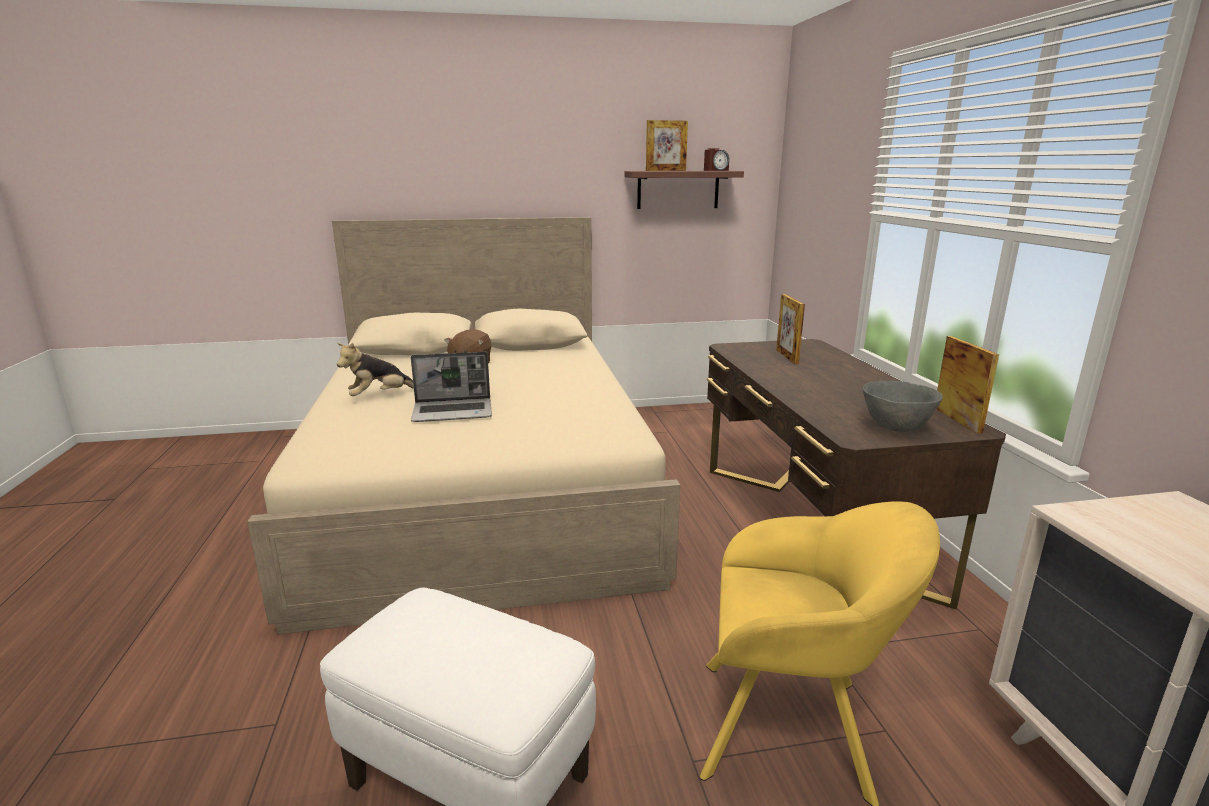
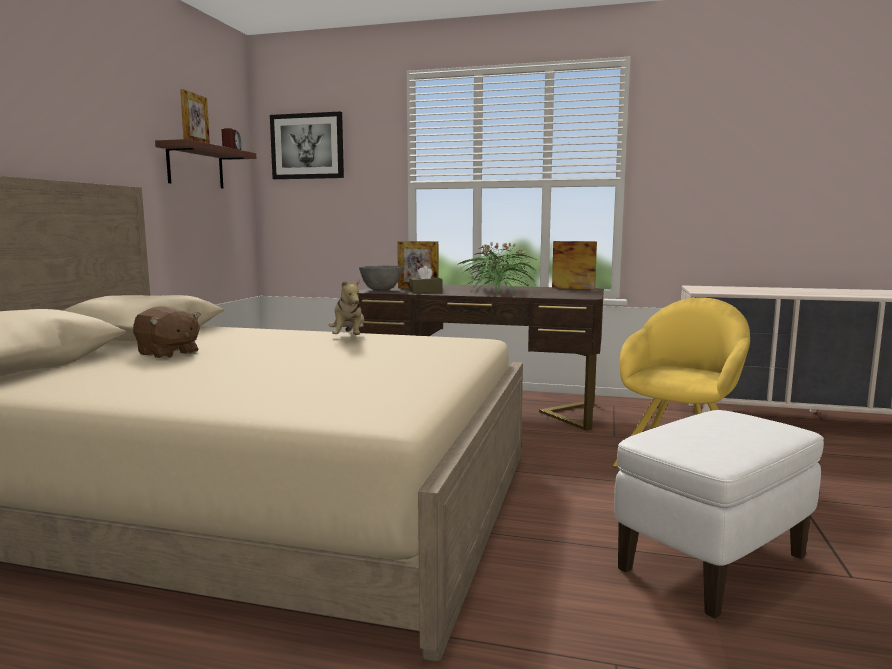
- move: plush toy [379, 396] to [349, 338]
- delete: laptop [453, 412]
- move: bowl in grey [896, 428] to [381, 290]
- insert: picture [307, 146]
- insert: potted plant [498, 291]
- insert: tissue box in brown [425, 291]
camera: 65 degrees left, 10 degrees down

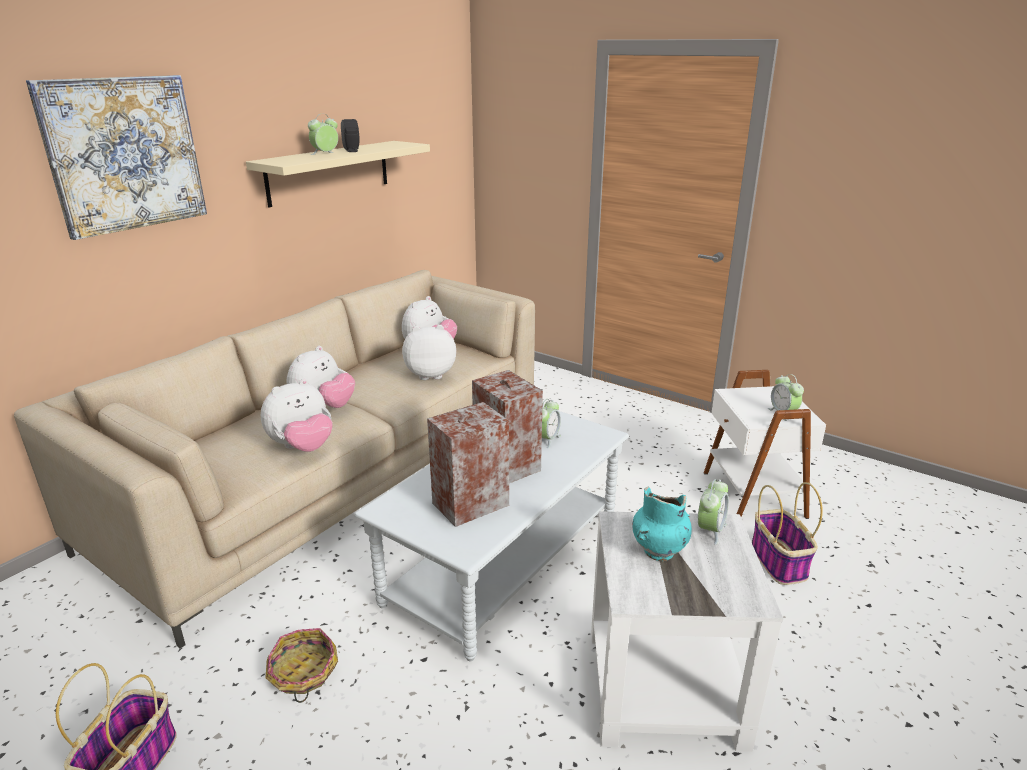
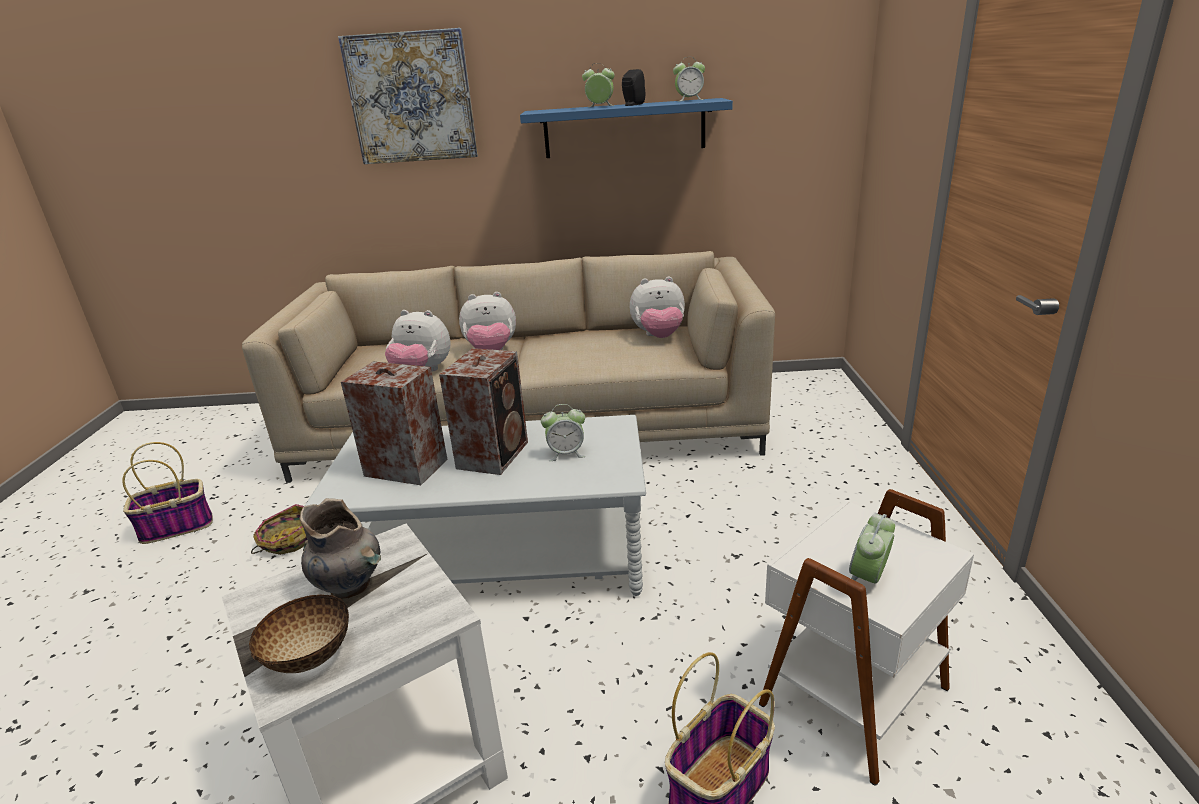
- recolor: shelf in beige [329, 172] to shelf in blue [624, 129]
- delete: plush toy [430, 374]
- move: alarm clock [710, 530] to [689, 100]
- recolor: vase in turquoise [659, 551] to vase in grey [351, 586]
- insert: bowl [310, 656]
camera: 55 degrees right, 0 degrees up

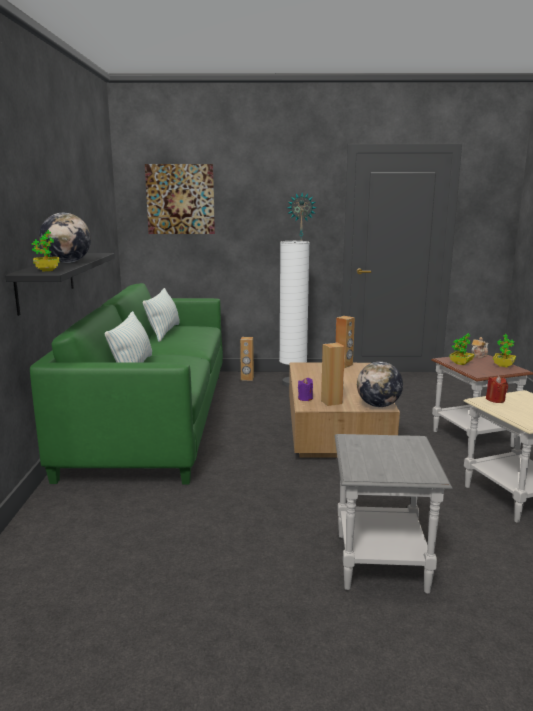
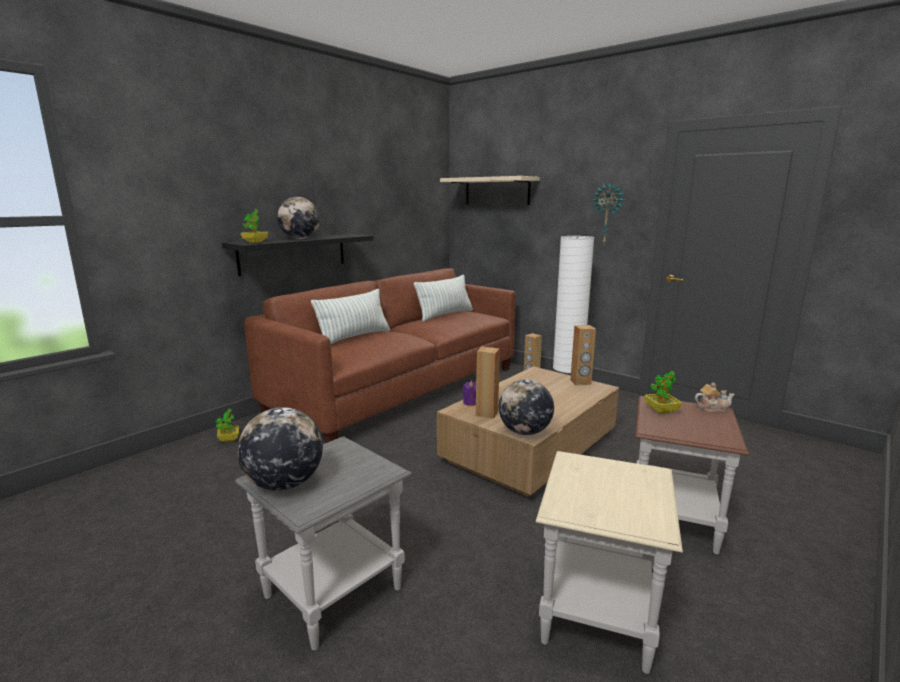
- replace: picture [180, 199] to shelf in beige [497, 191]
- recolor: sofa in green [153, 418] to sofa in brown [399, 389]
- move: potted plant [503, 365] to [229, 439]
- delete: candle in red [495, 400]
- insert: globe [284, 484]
camera: 40 degrees right, 0 degrees up

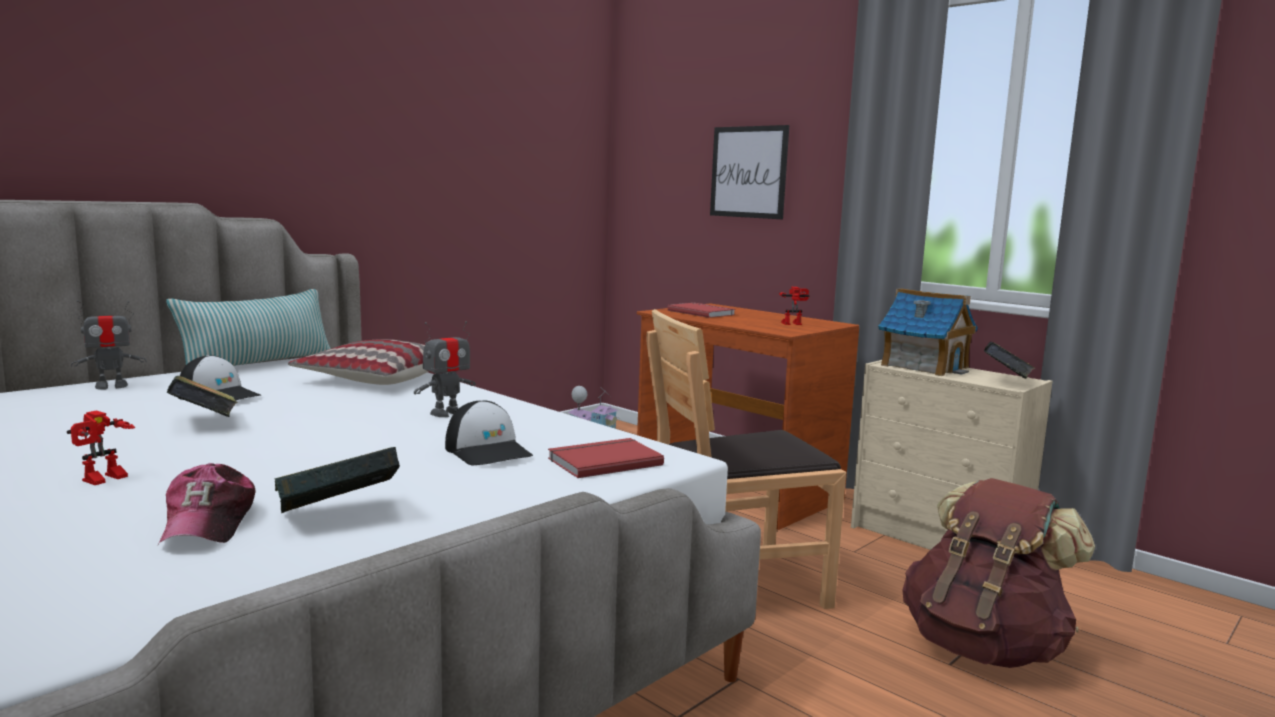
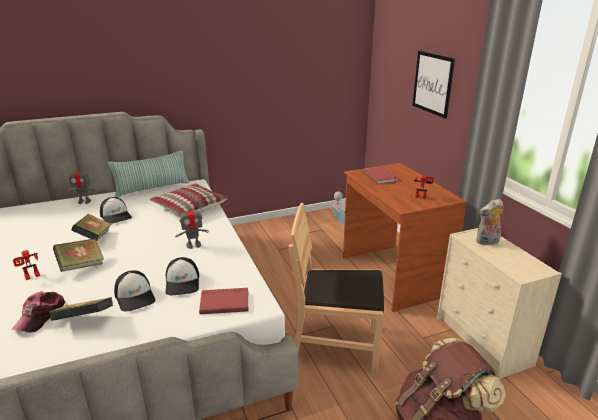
- replace: toy house [924, 366] to plush toy [487, 242]
- move: book [1007, 382] to [81, 266]
- insert: cap [135, 296]
camera: 25 degrees right, 15 degrees up

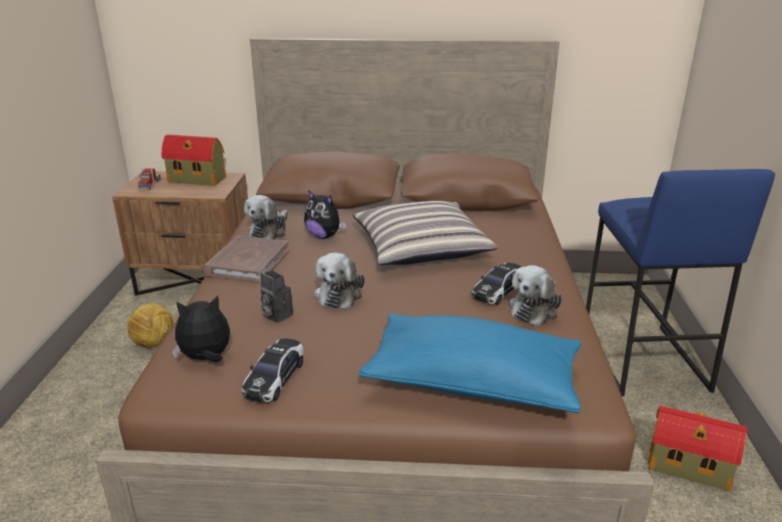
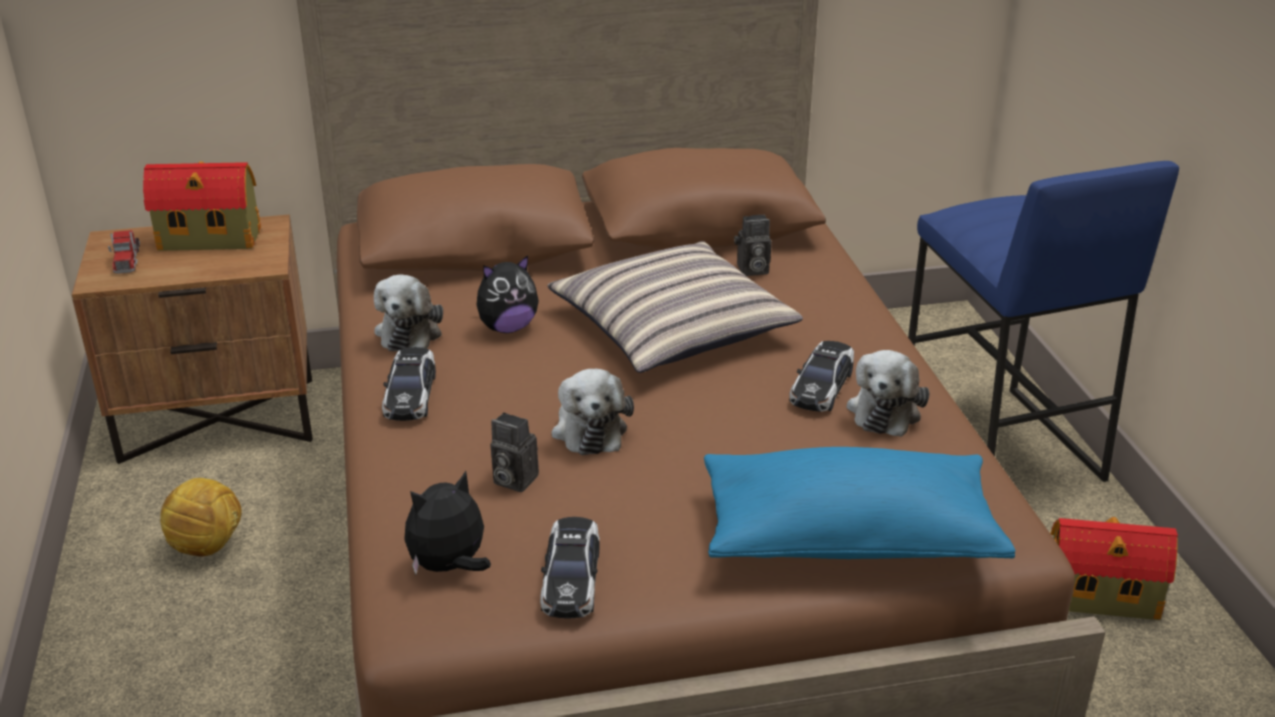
- rotate: plush toy [324, 236] = [507, 327] 45 degrees counterclockwise
- replace: book in brown [247, 263] to toy car [410, 395]
- insert: photo camera [751, 270]
camera: 15 degrees left, 5 degrees up

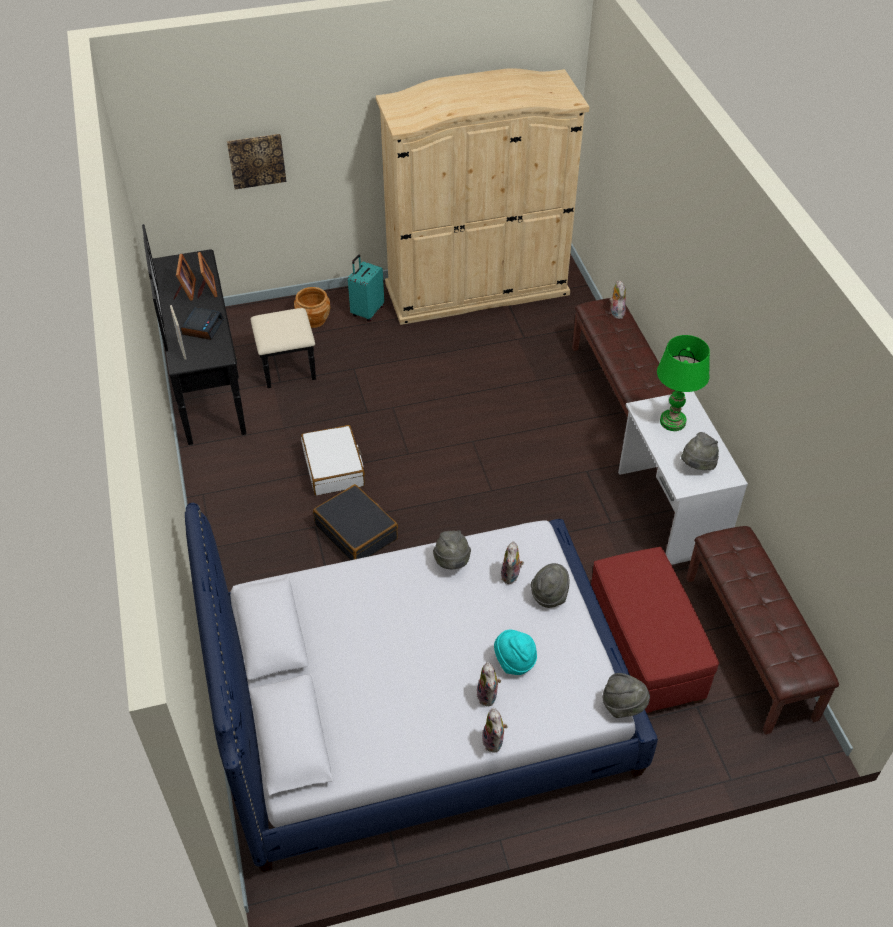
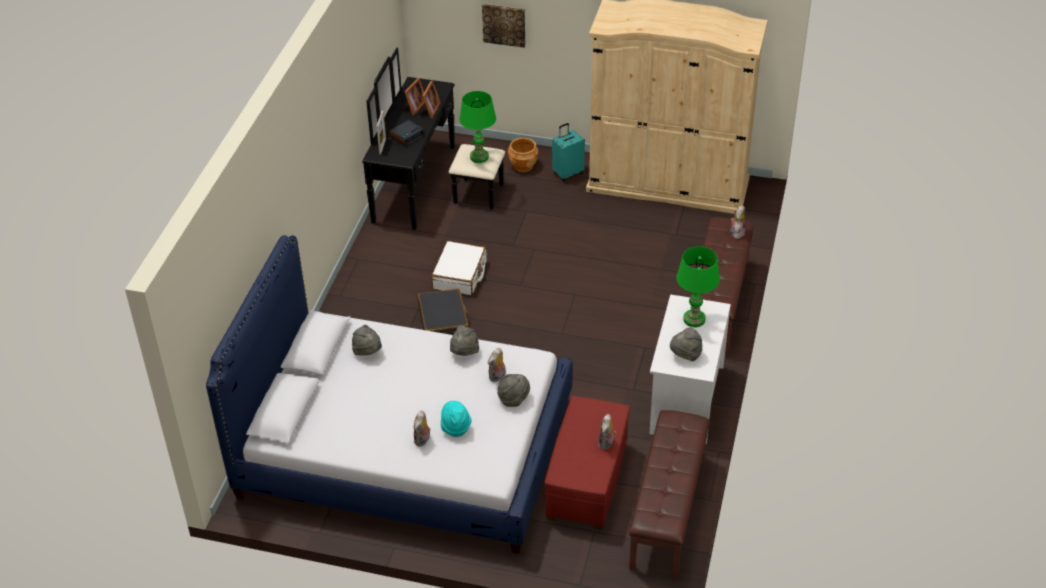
- move: hat in grey [623, 705] to [368, 352]
- move: plush toy [494, 741] to [606, 443]
- insert: table lamp in green [479, 157]
camera: 30 degrees right, 5 degrees down

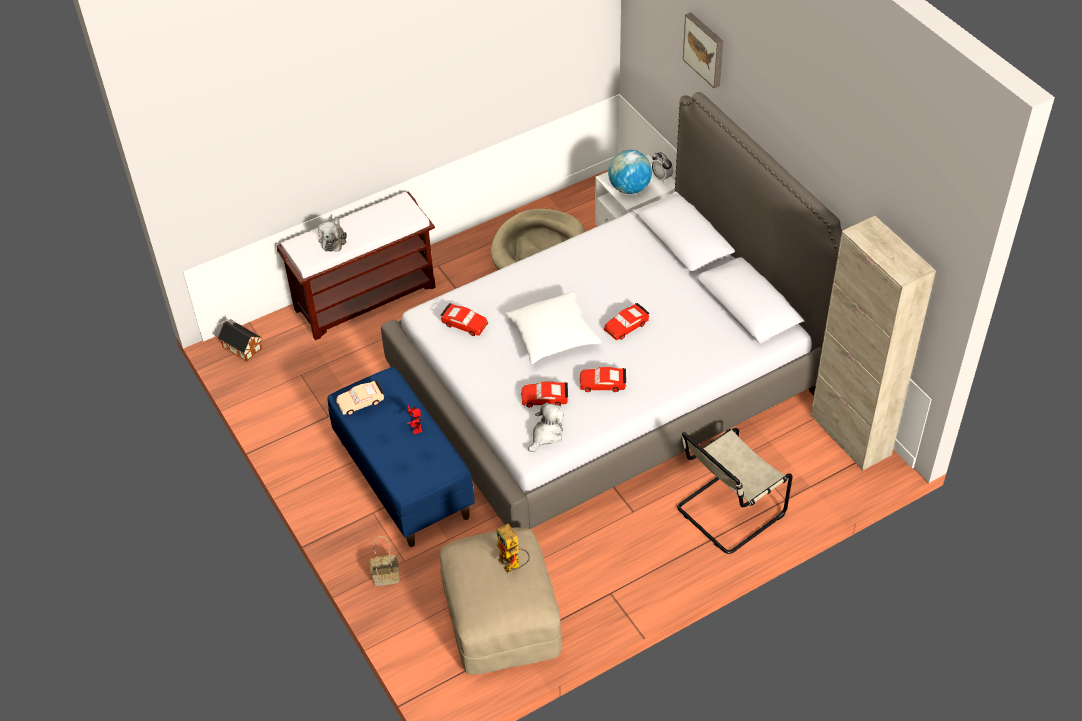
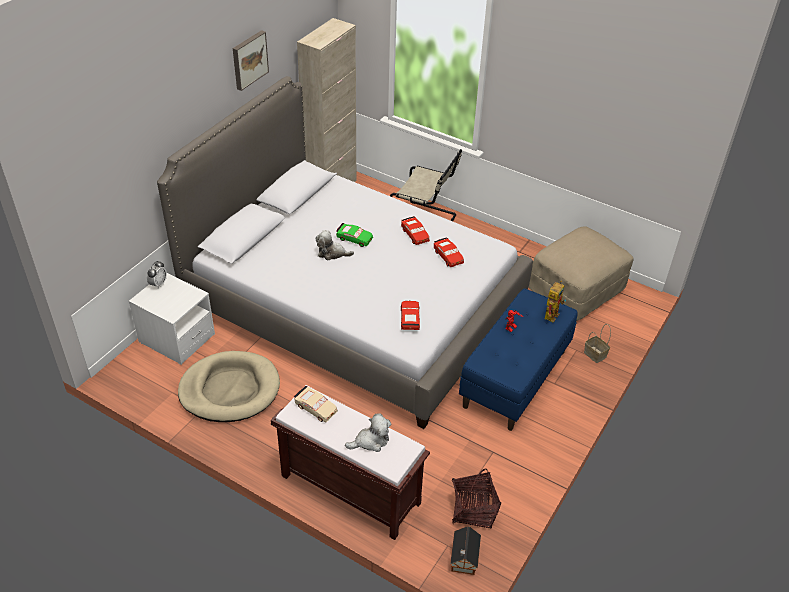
- move: picture [705, 49] to [249, 59]
- delete: globe [629, 188]
- delete: pillow in white [553, 336]
- recolor: toy car in red [626, 326] to toy car in green [354, 238]
- move: toy car in beige [360, 401] to [316, 408]
- move: plush toy [546, 435] to [332, 253]
- move: toy robot [513, 566] to [551, 313]
- insert: basket [473, 510]
camera: 120 degrees left, 5 degrees down

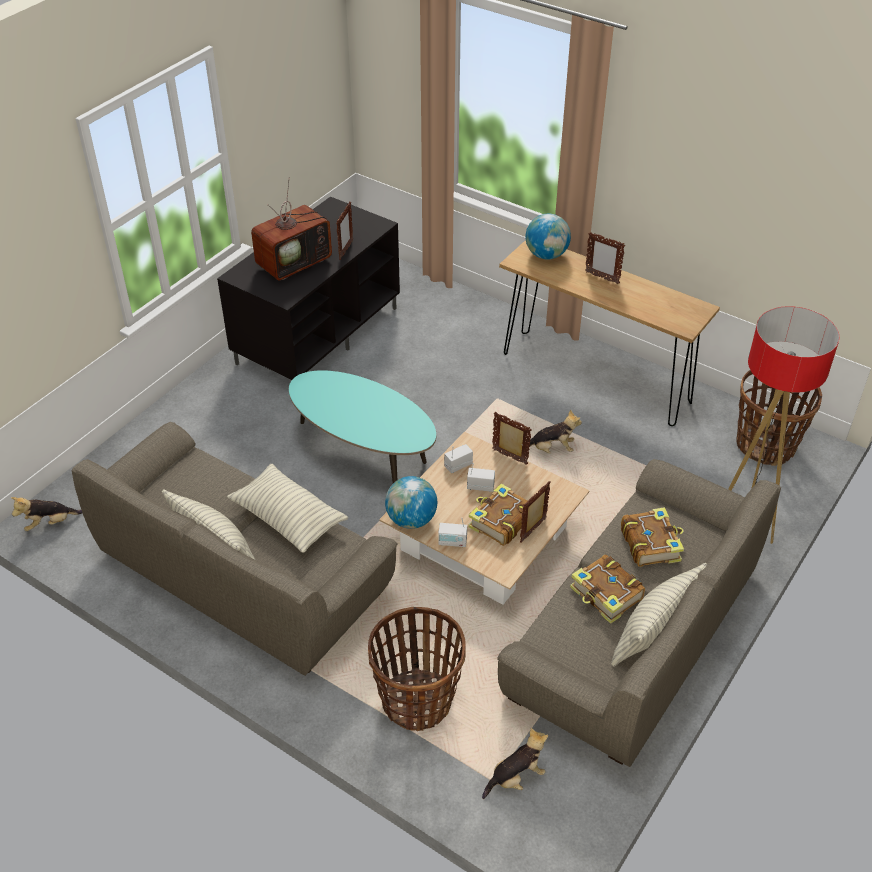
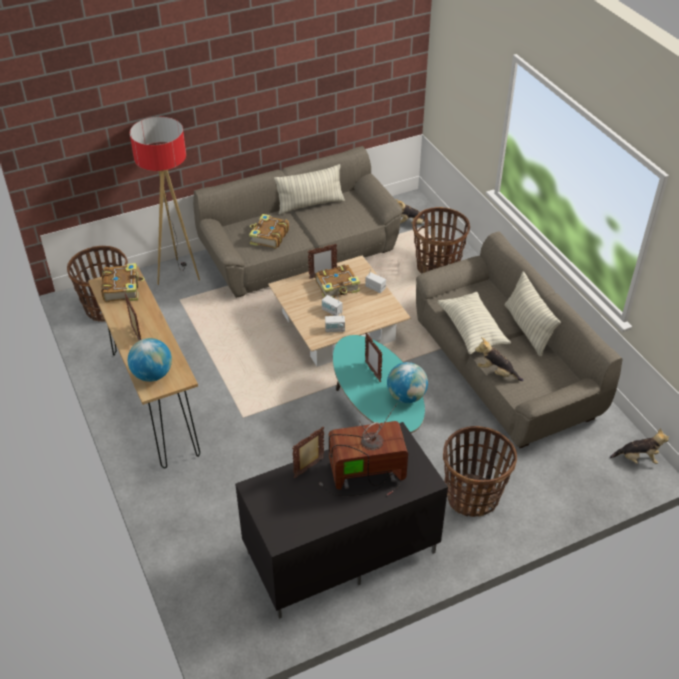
- move: plush toy [551, 449] to [496, 372]
- move: picture frame [510, 457] to [373, 372]
- move: globe [411, 520] to [406, 396]
- move: book [606, 595] to [122, 288]
- insert: basket [472, 496]
camera: 150 degrees left, 0 degrees up

